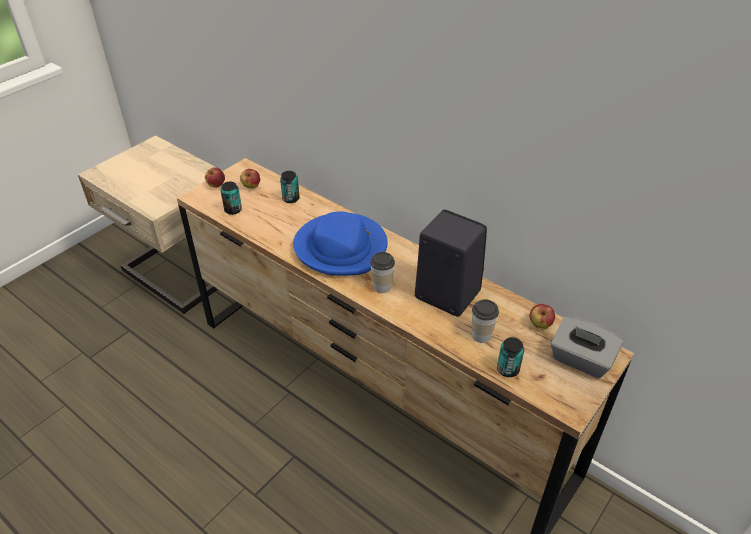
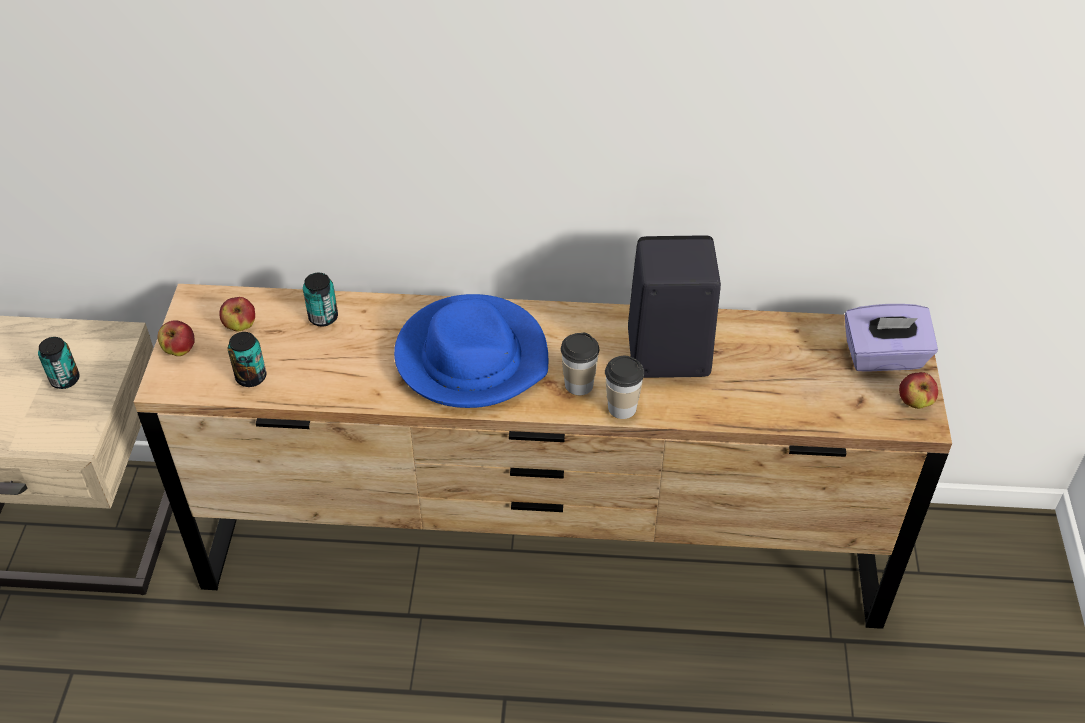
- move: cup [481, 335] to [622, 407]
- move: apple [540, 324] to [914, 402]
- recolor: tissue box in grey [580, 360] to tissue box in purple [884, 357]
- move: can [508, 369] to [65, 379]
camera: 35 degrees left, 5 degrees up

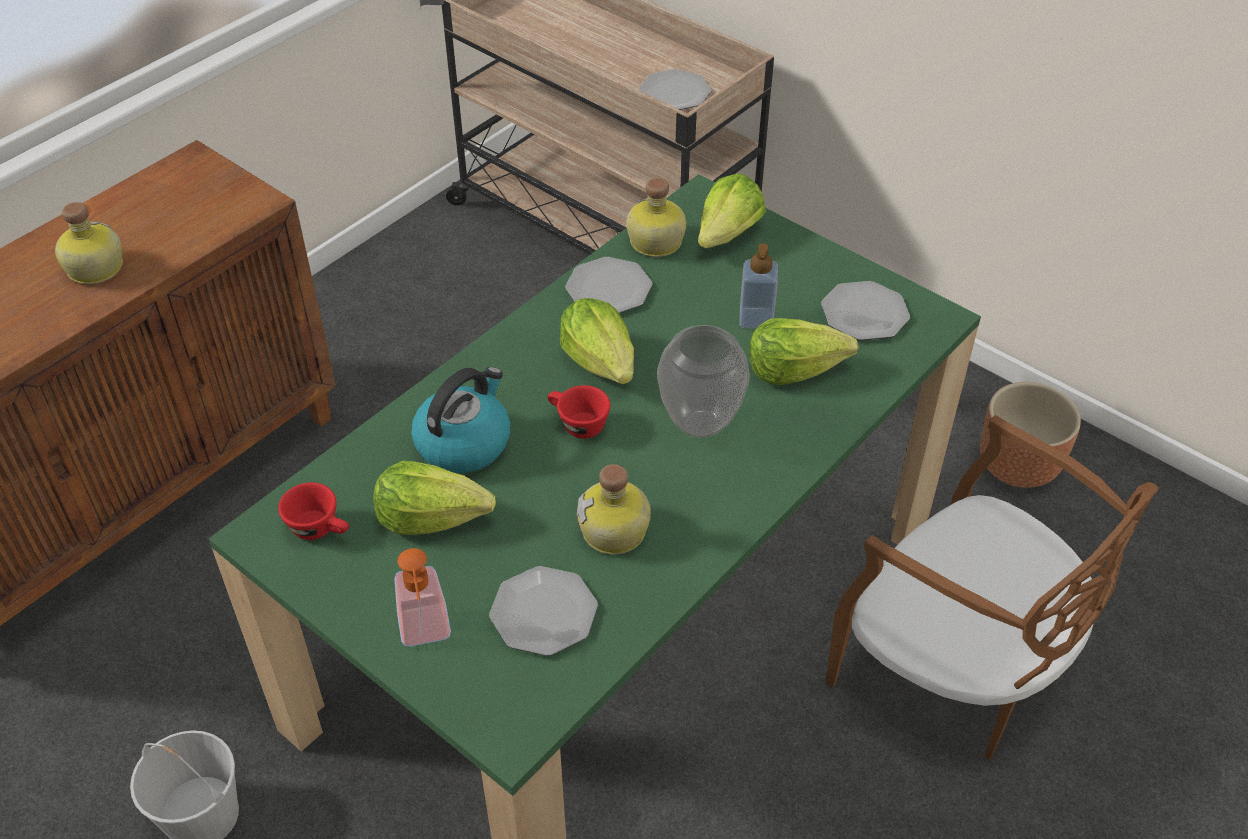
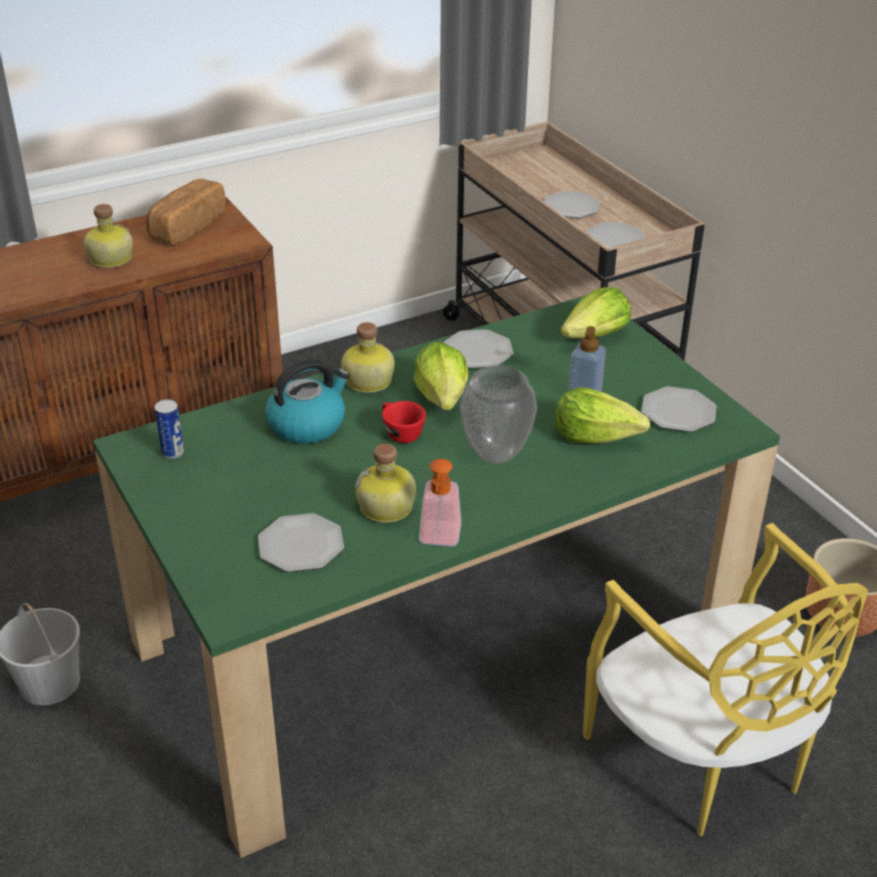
- move: bottle [654, 243] to [367, 381]
- recolor: chair in brown [955, 671] to chair in yellow [703, 759]
- delete: lettuce [432, 517]
- replace: cup in red [320, 529] to can [172, 453]
- move: soap dispenser [425, 634] to [439, 540]
- insert: bread [186, 227]
- insert: plate [571, 207]
camera: 20 degrees right, 10 degrees down

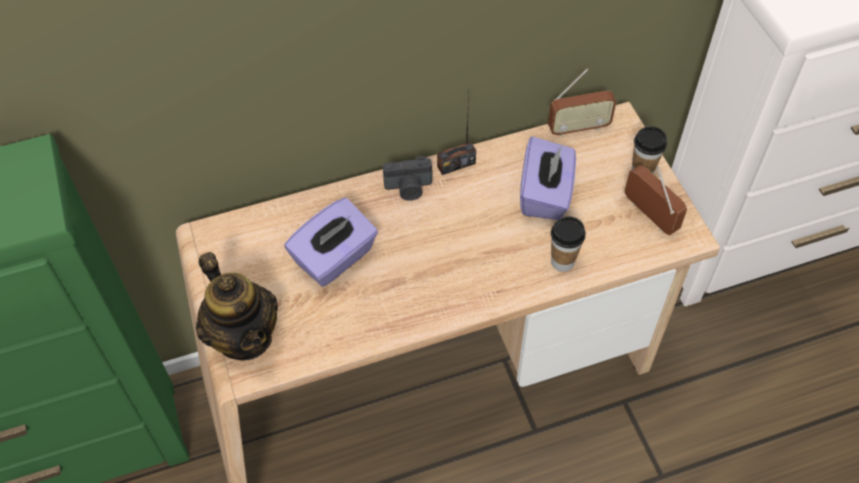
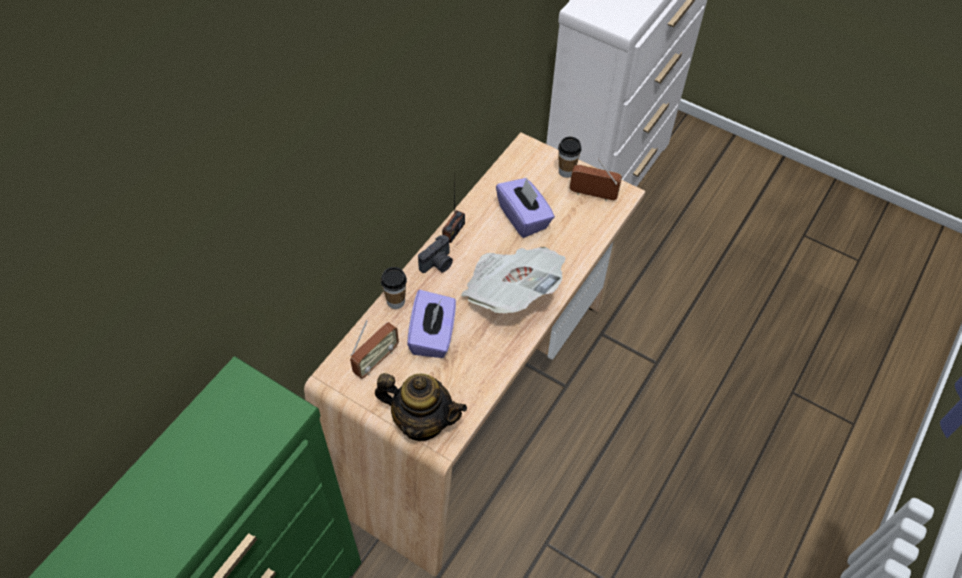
- move: radio [578, 128] to [376, 360]
- move: cup [562, 262] to [396, 301]
- insert: newspaper [510, 291]
camera: 40 degrees left, 0 degrees up

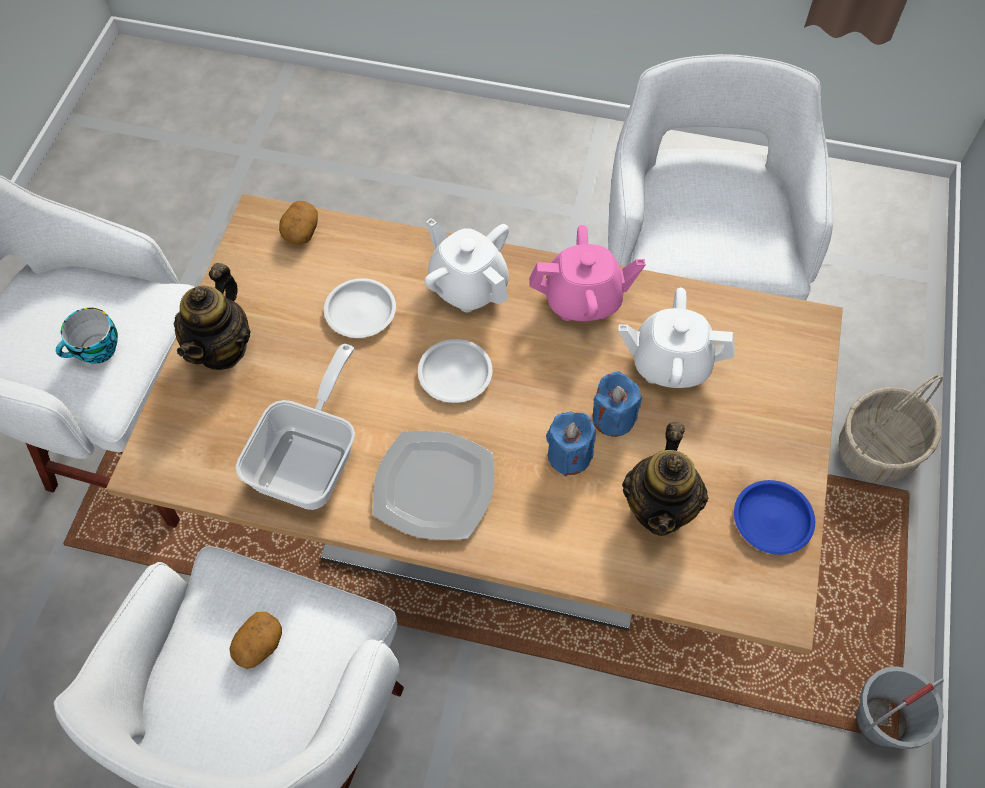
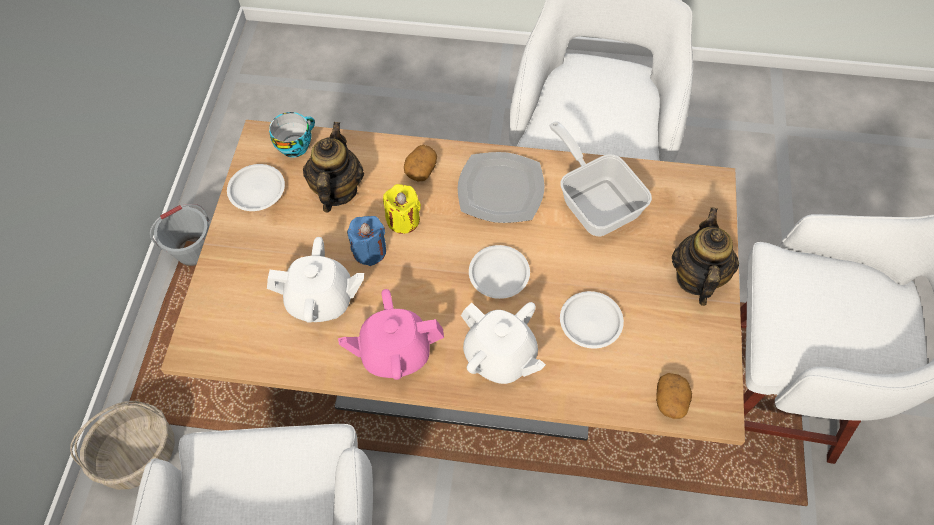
- move: cup [96, 352] to [295, 145]
- rotate: frying pan [311, 458] = [595, 200] 135 degrees clockwise
- recolor: candle in blue [569, 455] to candle in yellow [403, 220]
- recolor: plate in blue [773, 520] to plate in white [256, 190]
- move: potato [259, 645] to [421, 169]
camera: 175 degrees right, 0 degrees up

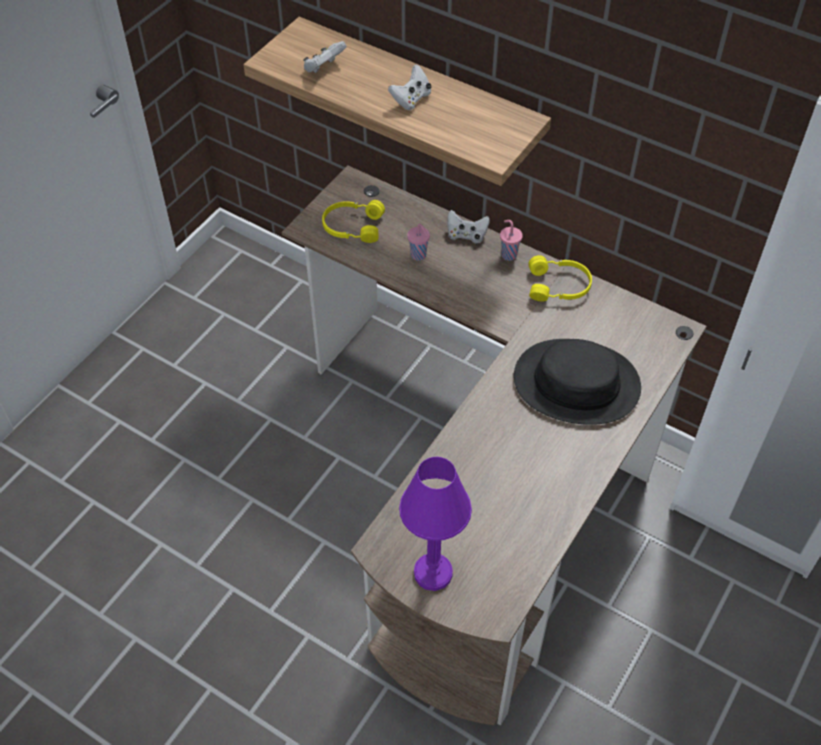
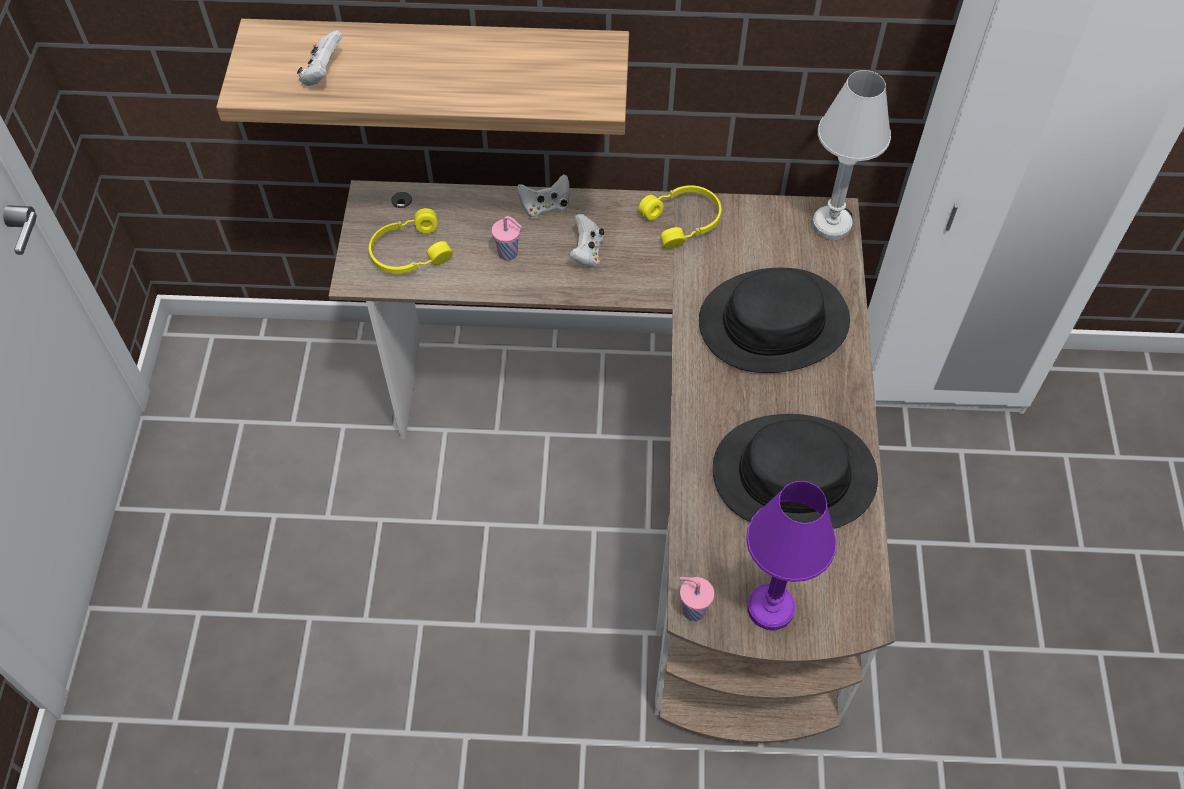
- move: game controller in white [411, 99] to [587, 252]
- move: cup in pink [508, 254] to [692, 609]
- insert: table lamp in white [831, 224]
- insert: hat in black [794, 474]
camera: 30 degrees left, 5 degrees up

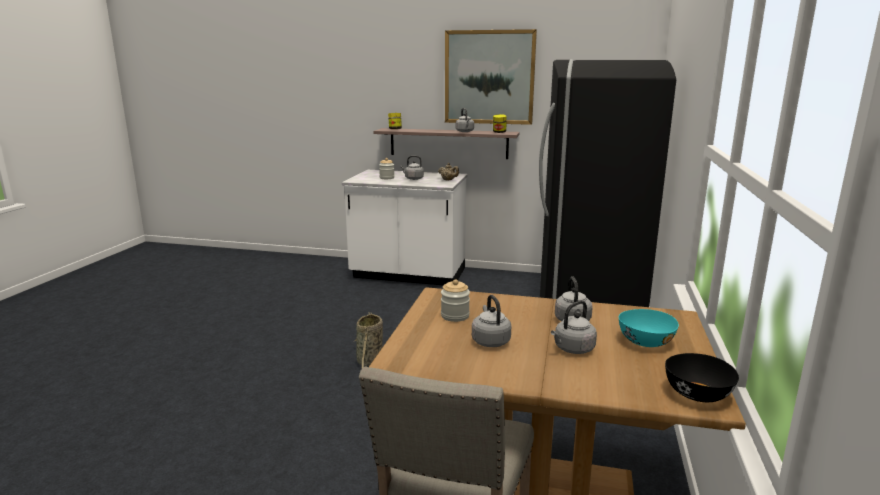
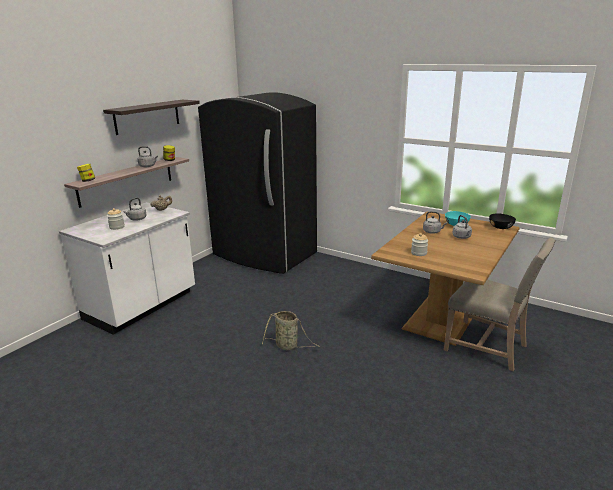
- replace: picture [489, 77] to shelf [147, 116]
- delete: kettle in grey [490, 341]
camera: 70 degrees left, 5 degrees up

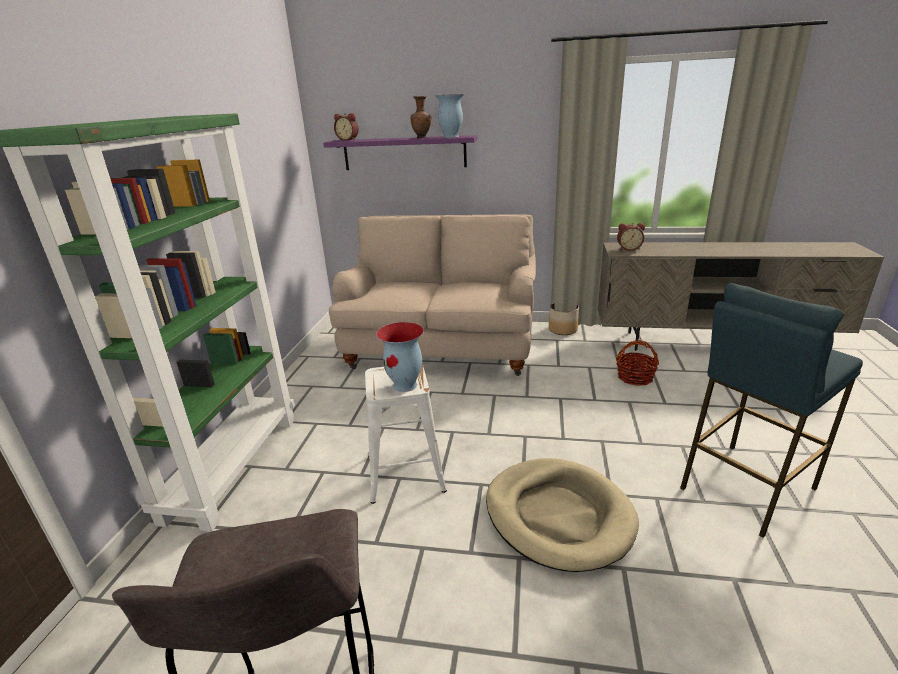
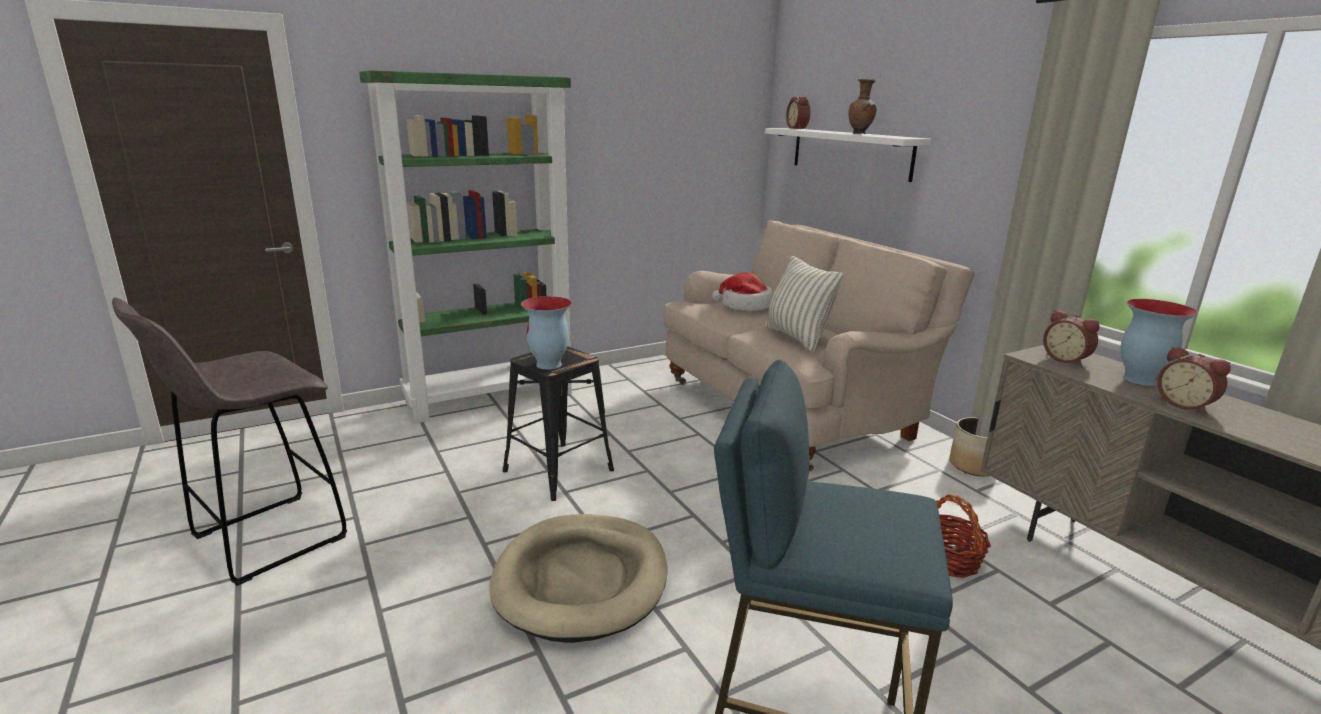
- move: vase [450, 137] to [1139, 379]
- recolor: shelf in purple [404, 153] to shelf in white [850, 152]
- recolor: stool in white [404, 472] to stool in black [557, 470]
- insert: pillow [797, 337]
- insert: hat [745, 306]
- insert: alarm clock [1185, 405]
camera: 50 degrees right, 5 degrees down

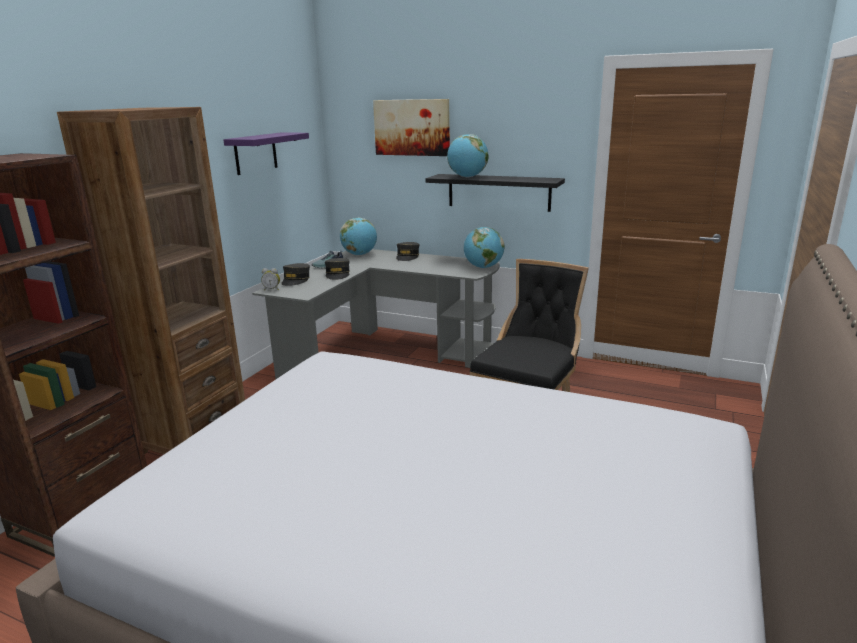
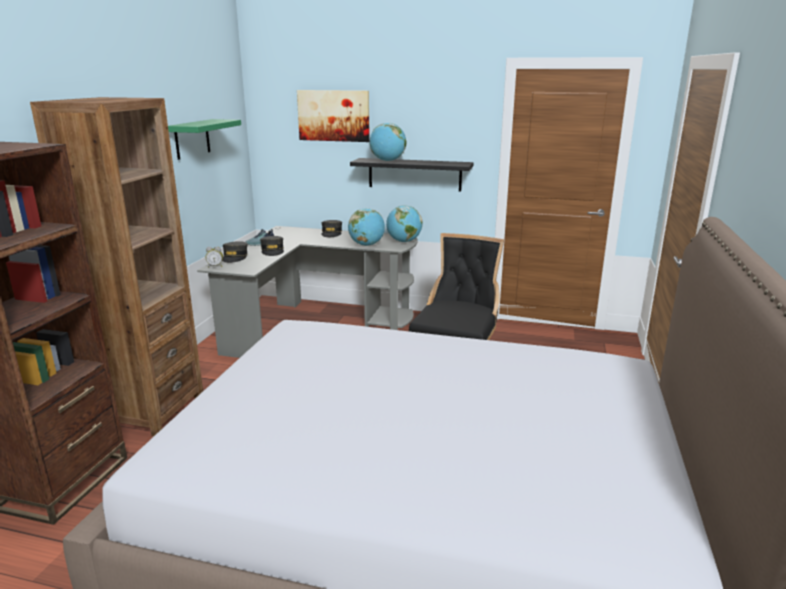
- recolor: shelf in purple [255, 153] to shelf in green [192, 139]
- move: globe [359, 254] to [366, 245]
camera: 10 degrees left, 0 degrees up

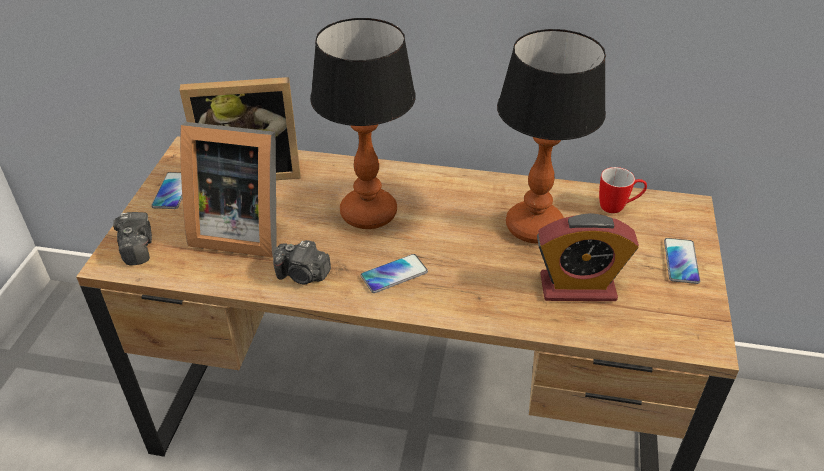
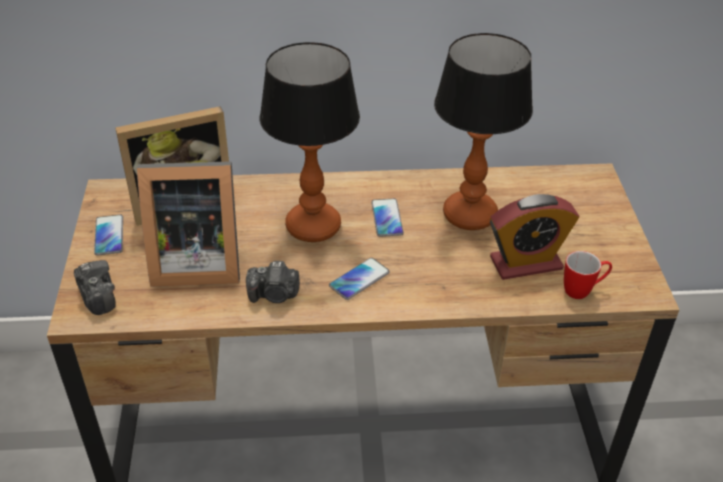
- move: mug [618, 207] to [583, 290]
- move: phone [681, 261] to [387, 218]
camera: 15 degrees left, 0 degrees up

